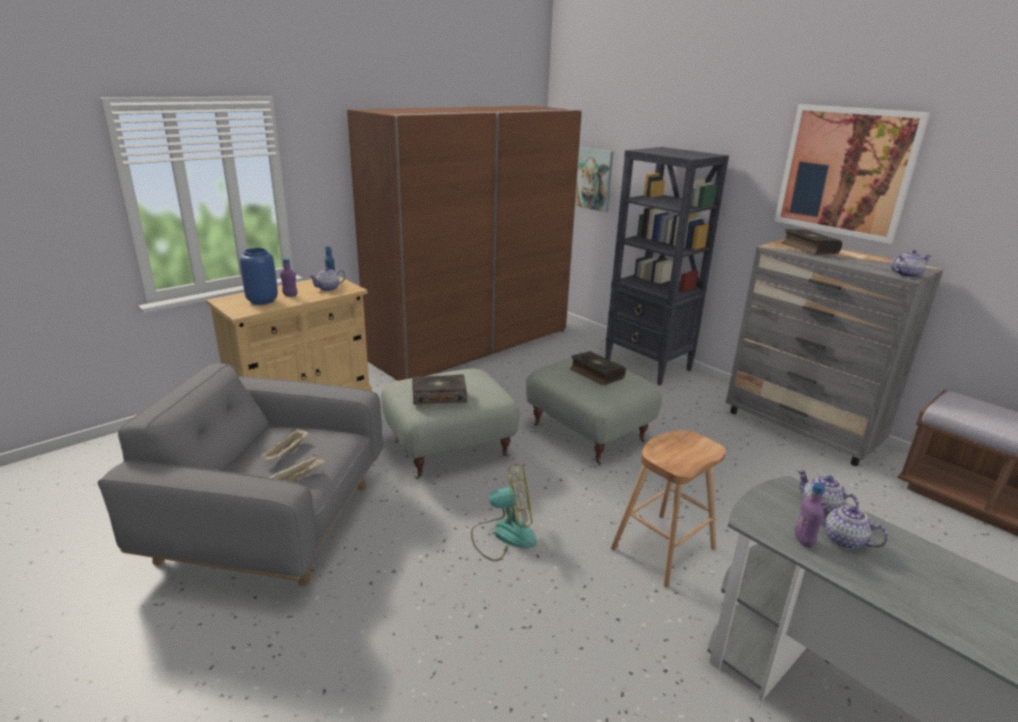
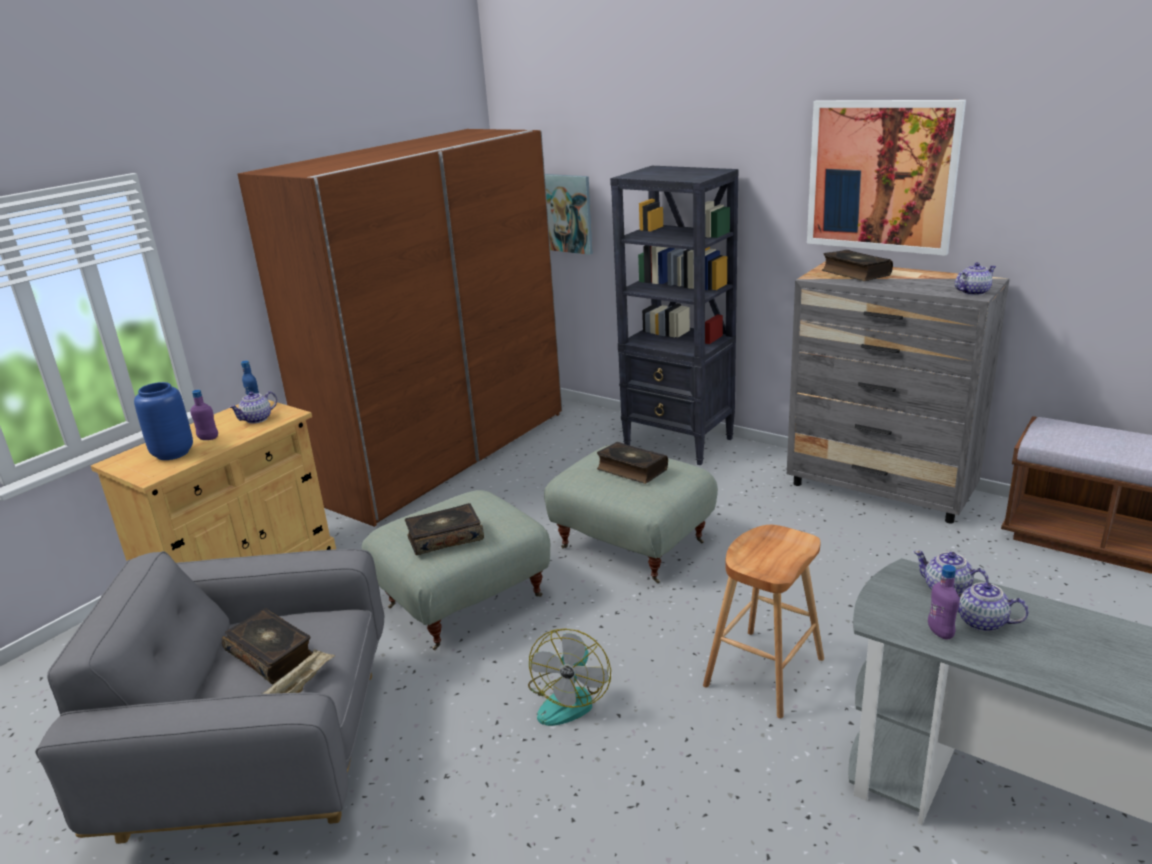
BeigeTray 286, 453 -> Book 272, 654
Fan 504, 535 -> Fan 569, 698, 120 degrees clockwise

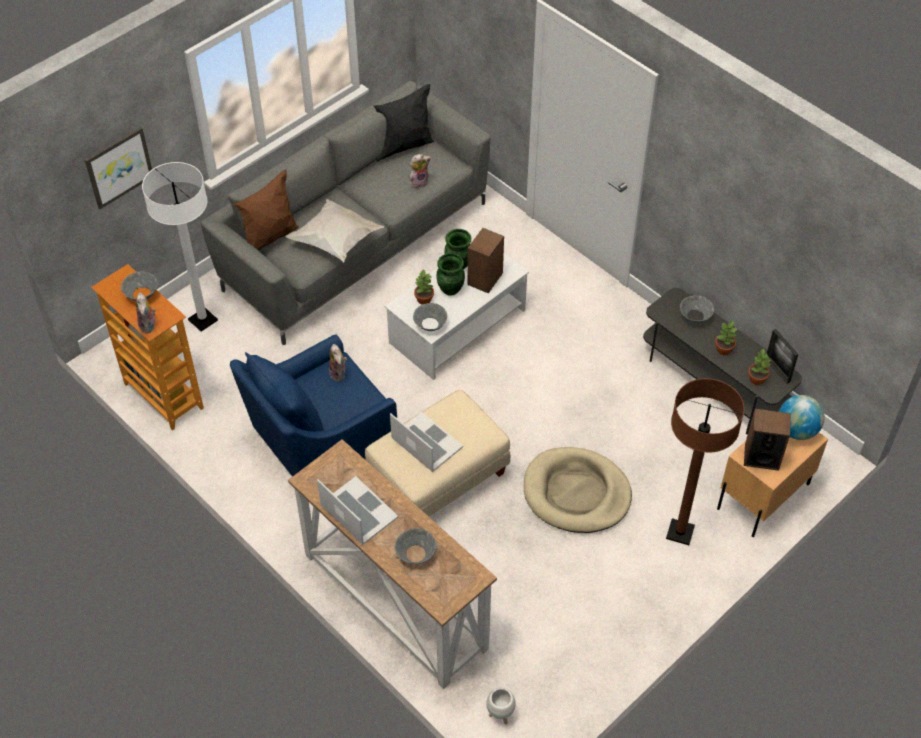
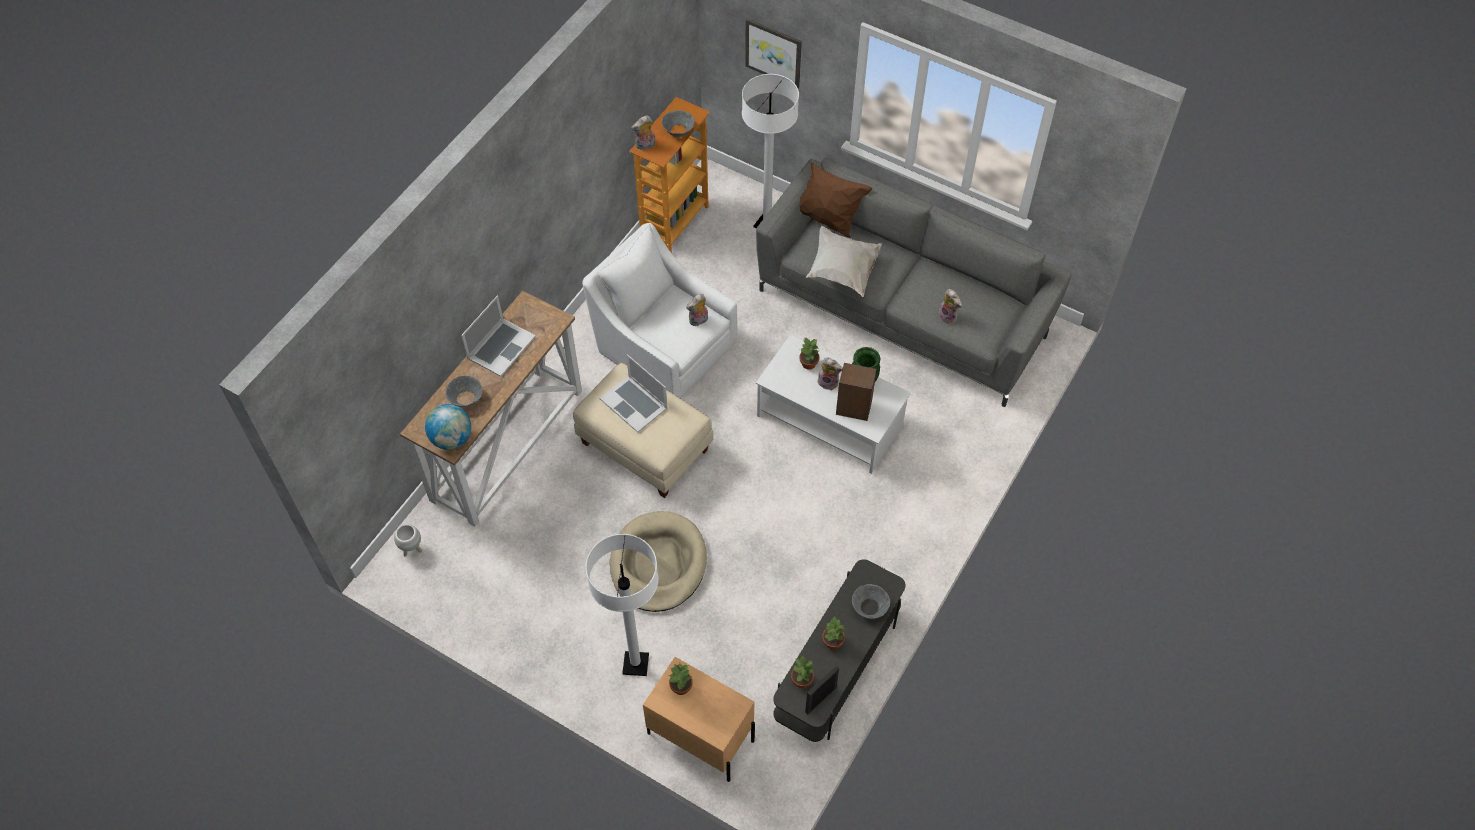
BlueArmchair 319, 438 -> WhiteArmchair 663, 345
BlackPillow 404, 147 -> none
Laptop 426, 442 -> Laptop 634, 403, 105 degrees clockwise
GreyBowl 430, 324 -> none
GreenVase 450, 289 -> PlushToy 829, 382
BrownFloorLamp 680, 532 -> WhiteFloorLamp 635, 664
Speaker 761, 457 -> PottedPlant 681, 687
Globe 797, 430 -> Globe 452, 439, moved

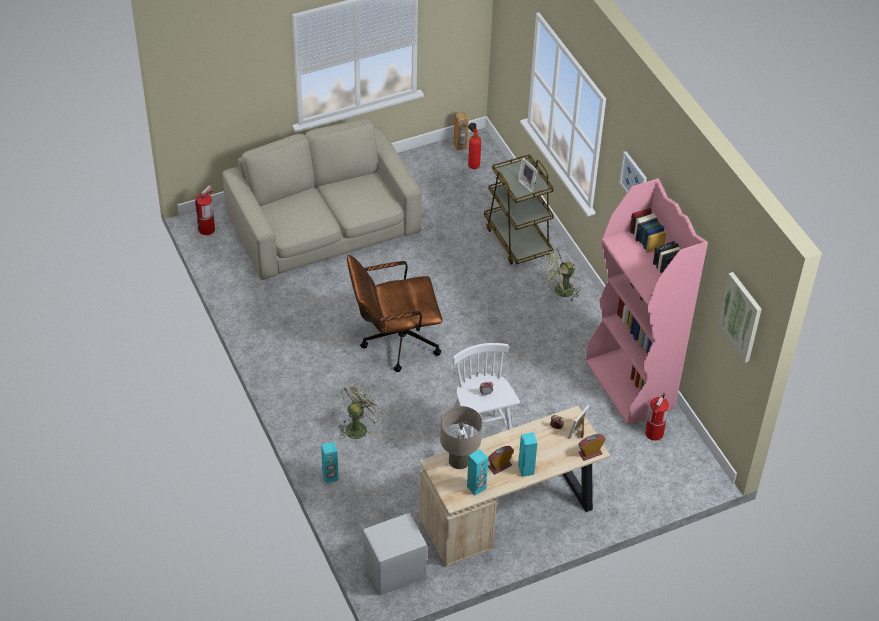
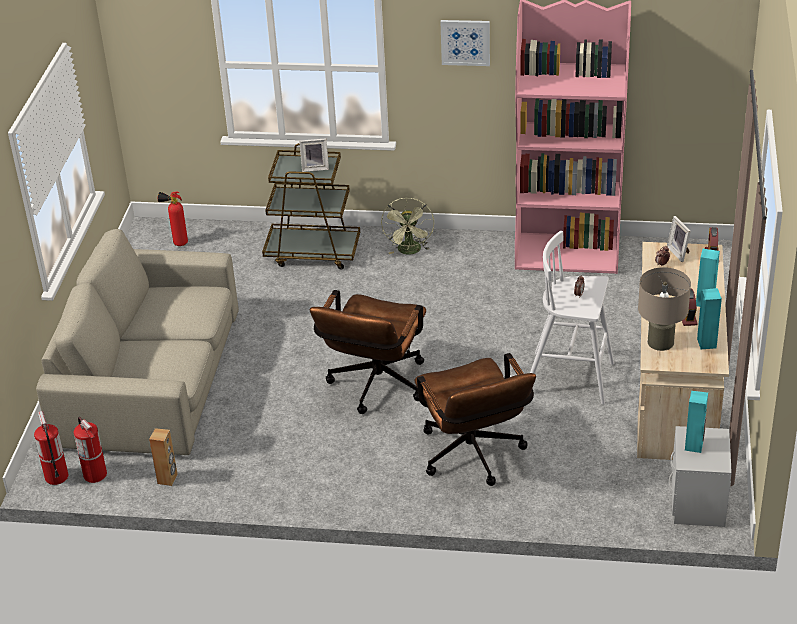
TurquoiseSpeaker 330, 477 -> TurquoiseSpeaker 694, 445, moved
GreenFan 358, 427 -> BrownOfficeChair 474, 458
BrownSpeaker 460, 146 -> BrownSpeaker 167, 479, moved
FireExtinguisher 654, 433 -> FireExtinguisher 95, 475, moved
Picture 741, 316 -> none

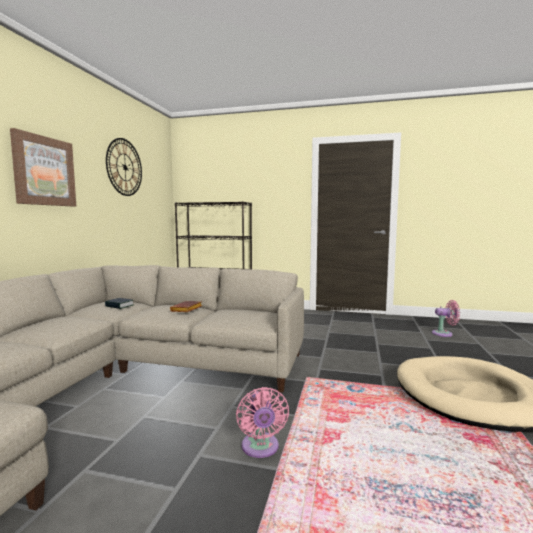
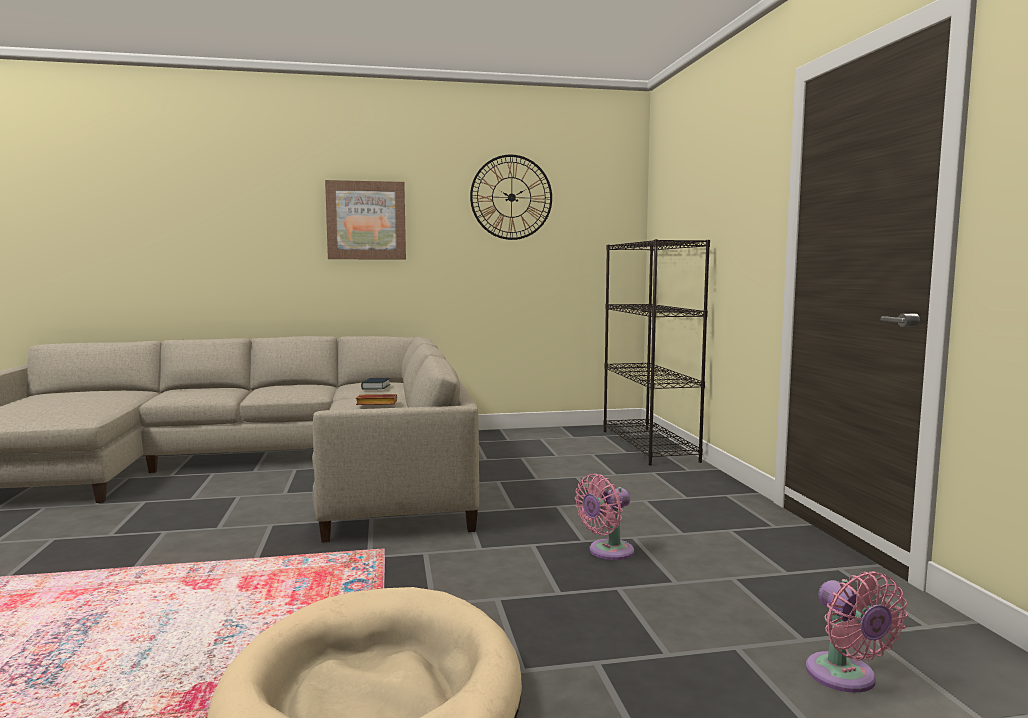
PinkFan 260, 448 -> PinkFan 607, 552, moved

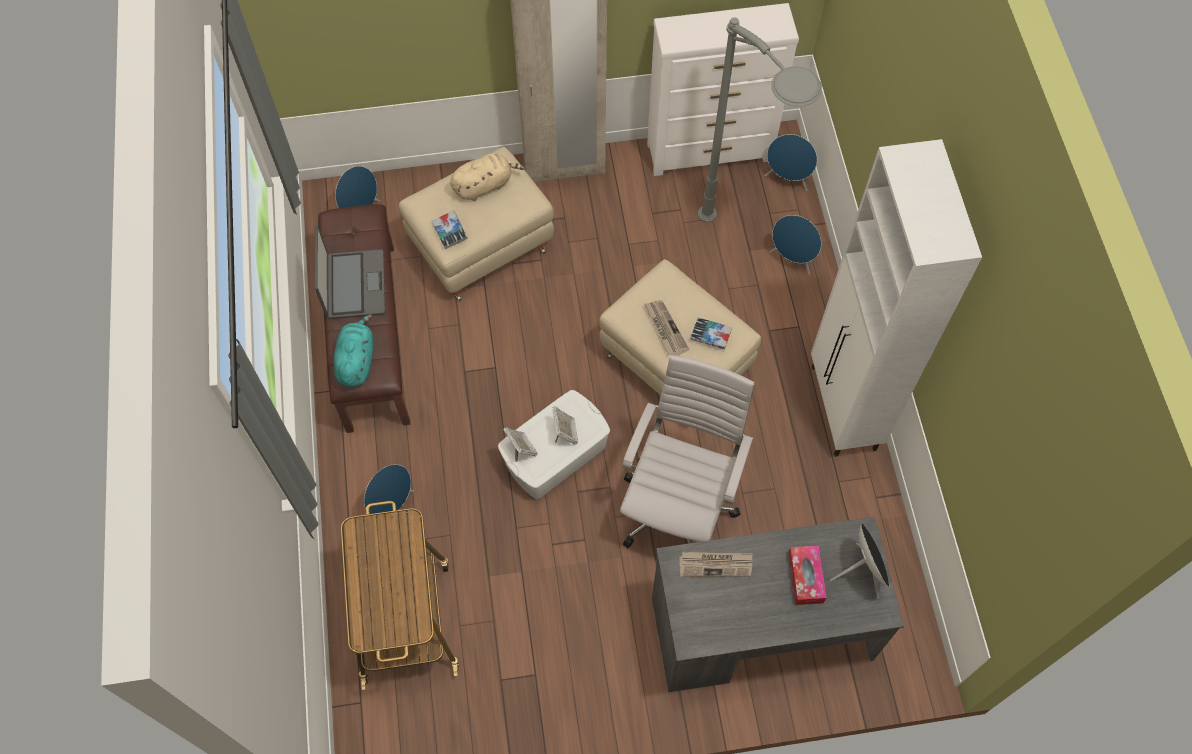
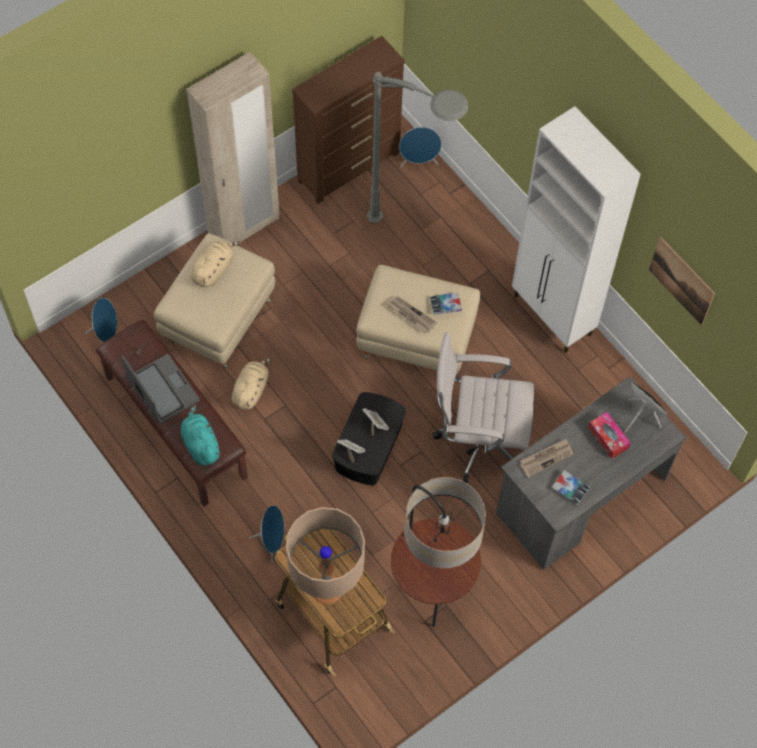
Book 449, 232 -> Book 570, 489, moved
WhiteStorageBox 554, 455 -> BlackStorageBox 368, 447
WhiteOfficeChair 678, 506 -> WhiteOfficeChair 477, 441, 75 degrees counterclockwise
WhiteDresser 710, 152 -> BrownDresser 349, 166
BlueSpeaker 792, 259 -> none
none -> BeigePlushToy 251, 389
none -> BeigeTableLamp 327, 589
none -> FloorLamp 431, 590
none -> Picture 681, 281

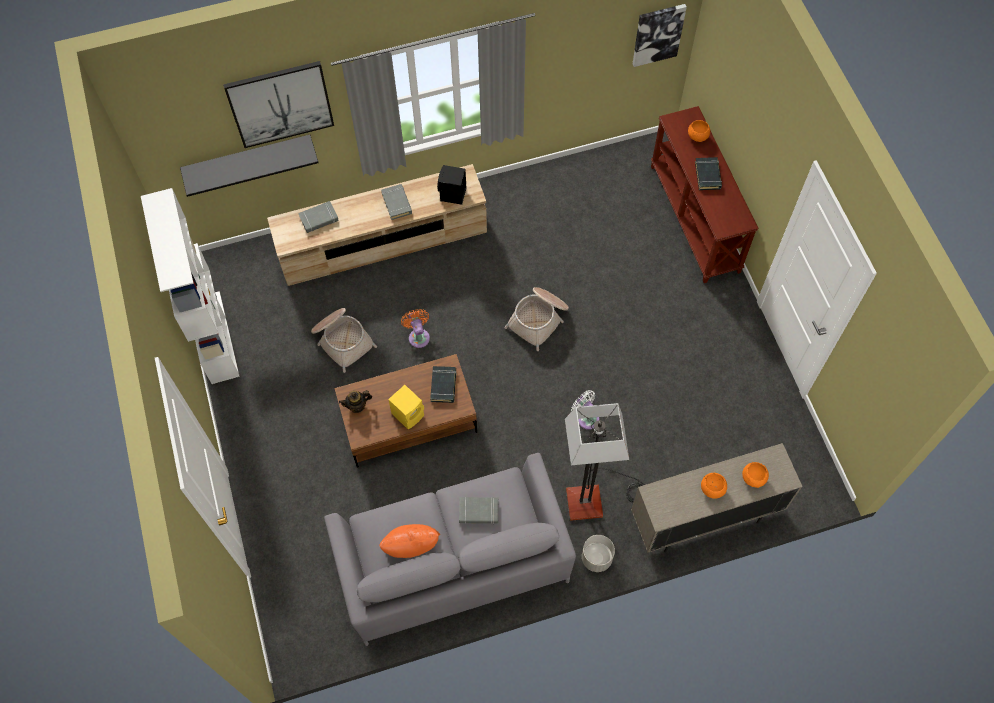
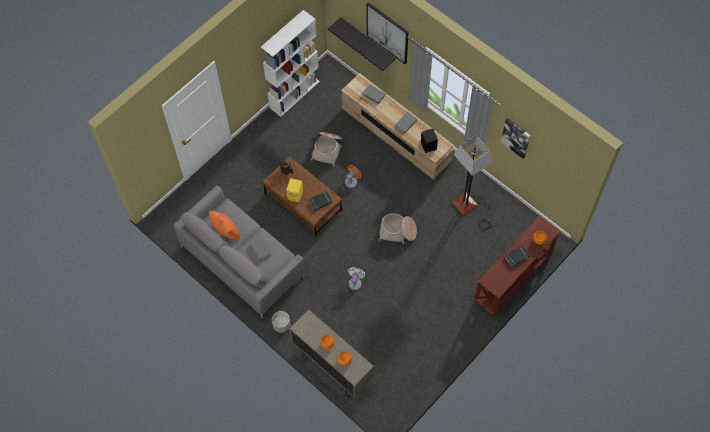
FloorLamp 595, 498 -> FloorLamp 470, 208, moved
Picture 658, 34 -> Picture 516, 137, moved

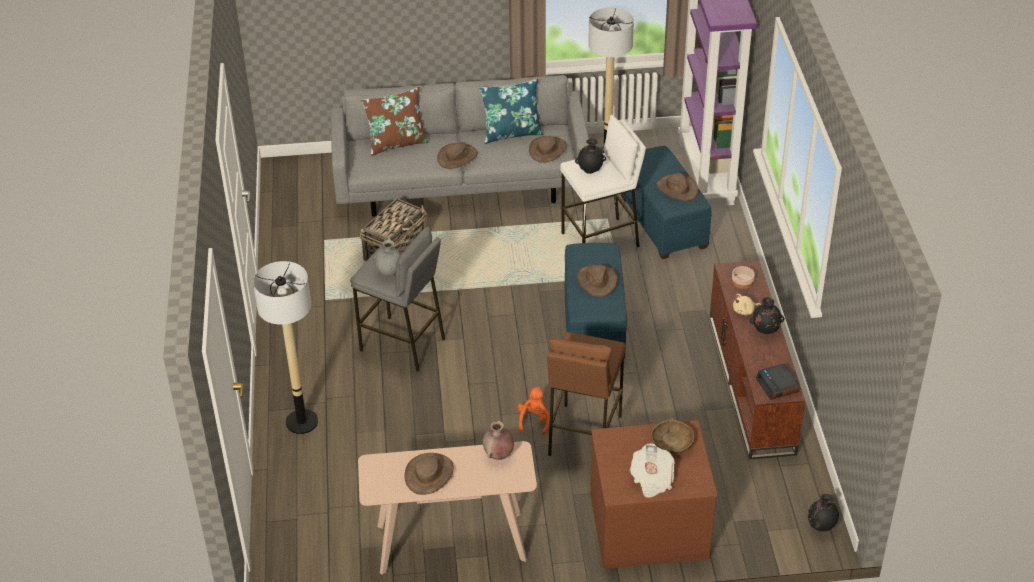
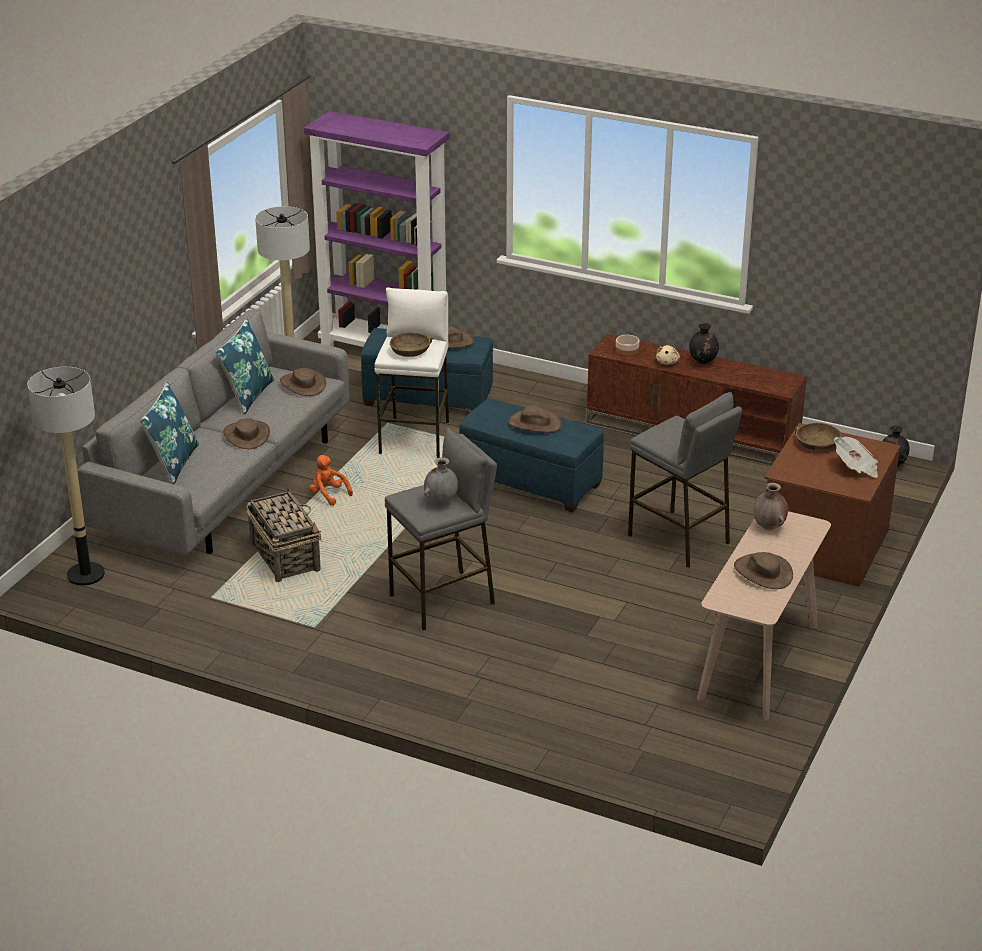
FloorLamp 302, 422 -> FloorLamp 85, 574, moved
BrownPillow 396, 143 -> BluePillow 173, 463
OrangePlushToy 534, 421 -> OrangePlushToy 328, 495, moved
BrownStool 583, 435 -> GreyStool 679, 539
BlackVase 590, 171 -> BrownBowl 410, 350
AlarmClock 778, 385 -> none

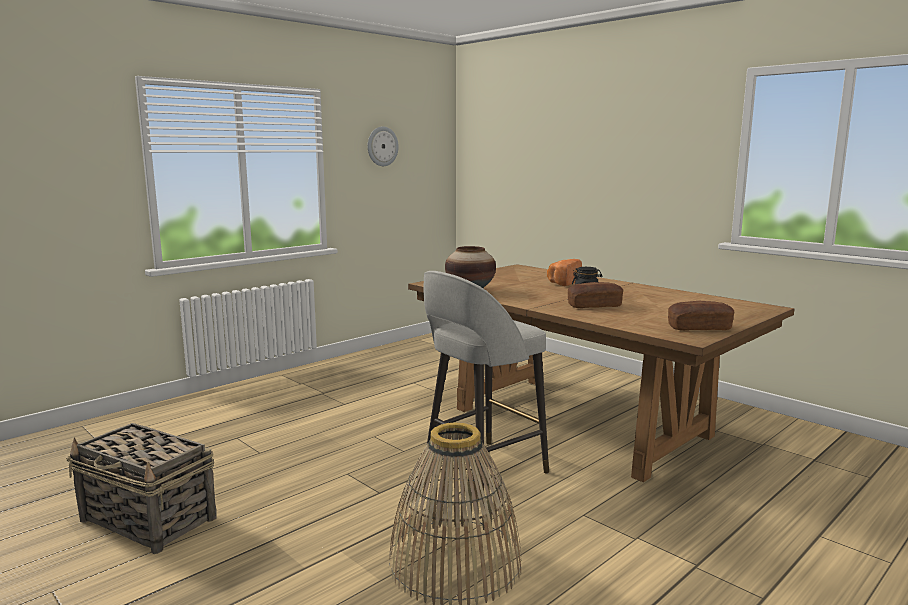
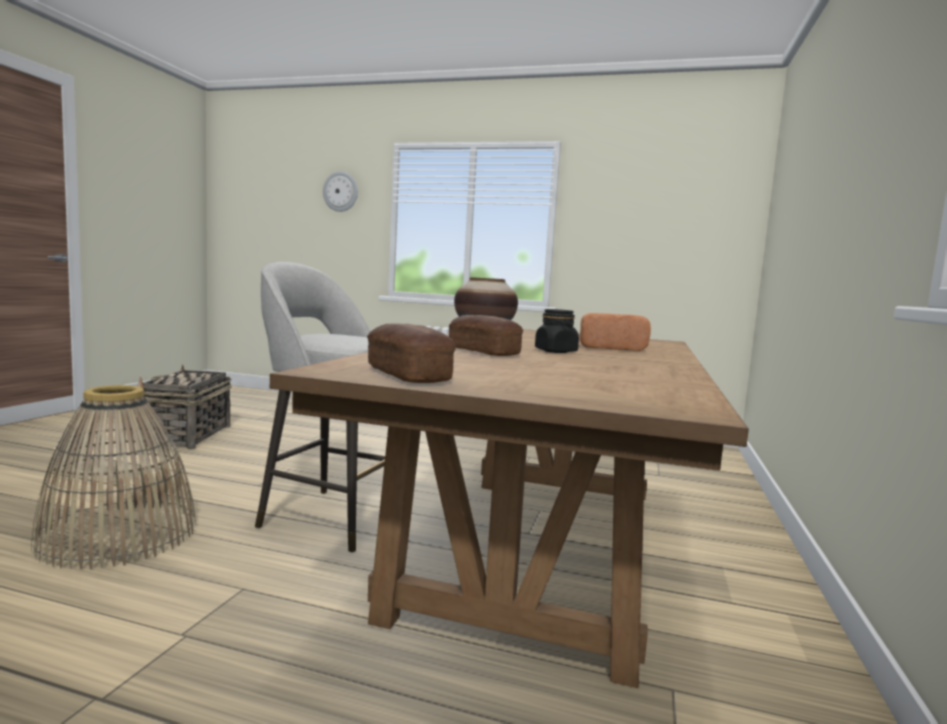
WallClock 382, 146 -> WallClock 341, 191, moved

